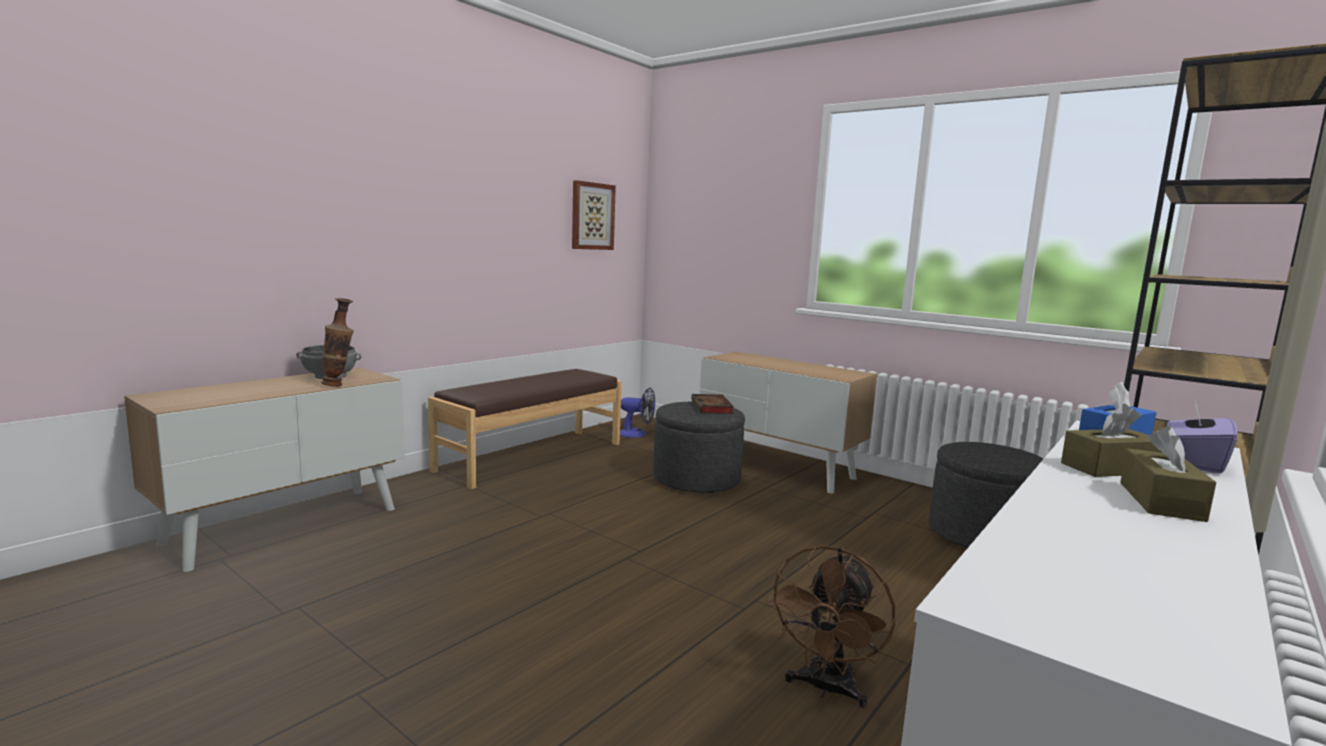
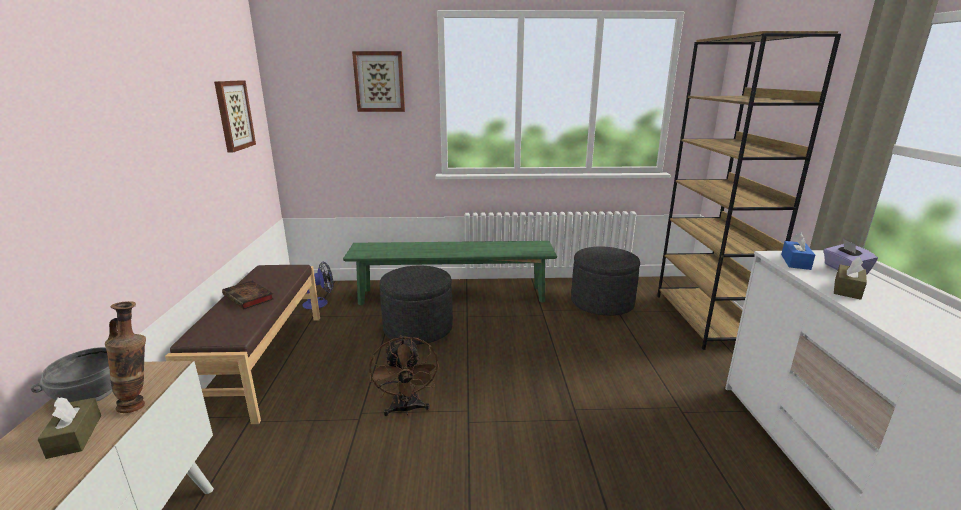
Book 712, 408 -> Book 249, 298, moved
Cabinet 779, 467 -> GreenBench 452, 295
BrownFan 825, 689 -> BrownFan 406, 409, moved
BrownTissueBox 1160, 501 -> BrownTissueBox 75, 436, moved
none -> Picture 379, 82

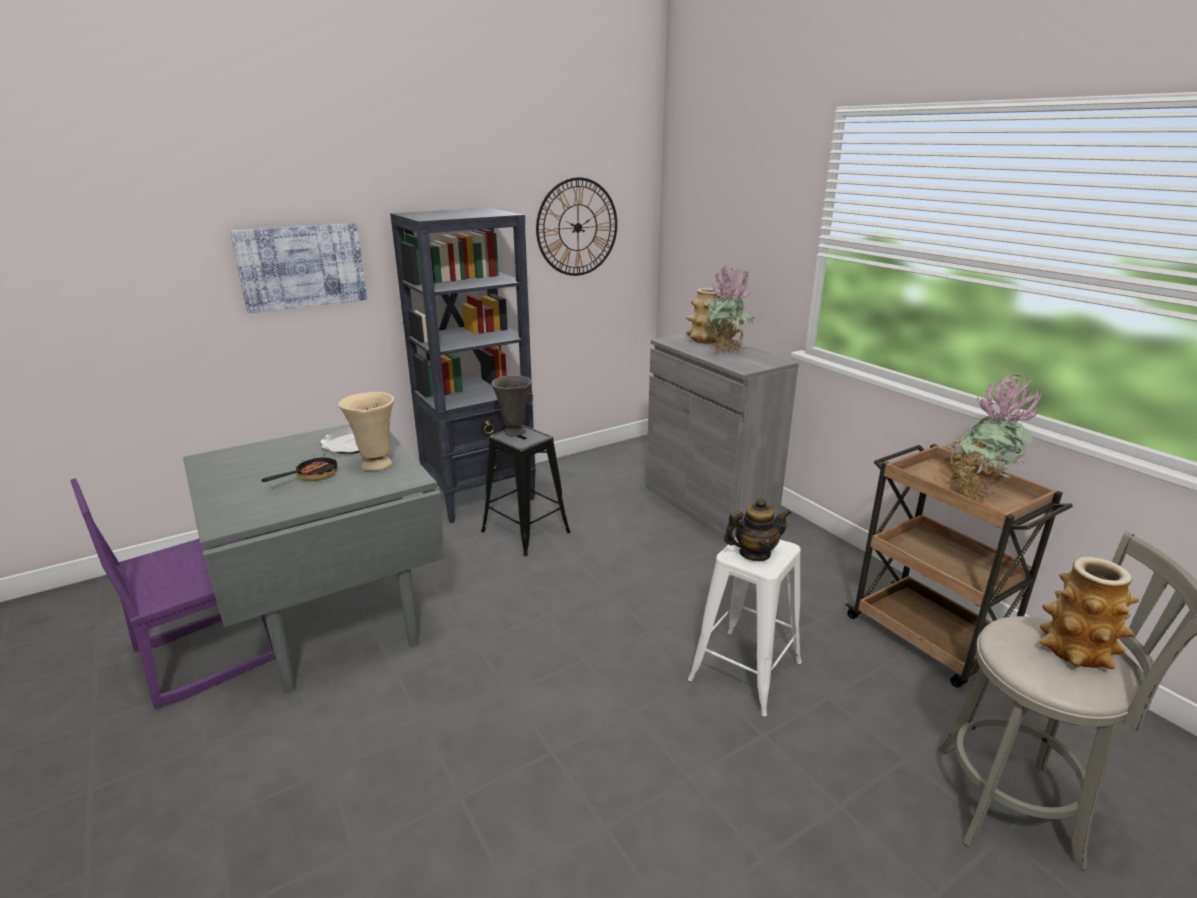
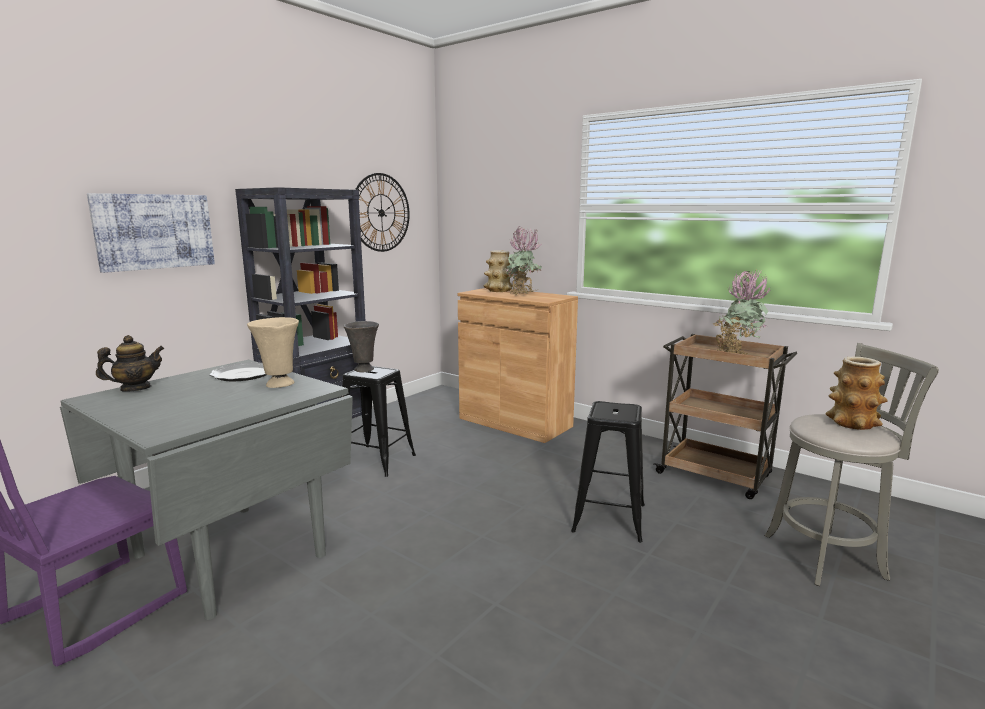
FryingPan 311, 476 -> none
GreyCabinet 709, 504 -> BrownCabinet 515, 422
WhiteStool 745, 670 -> BlackStool 609, 517
Teapot 754, 553 -> Teapot 135, 388, moved

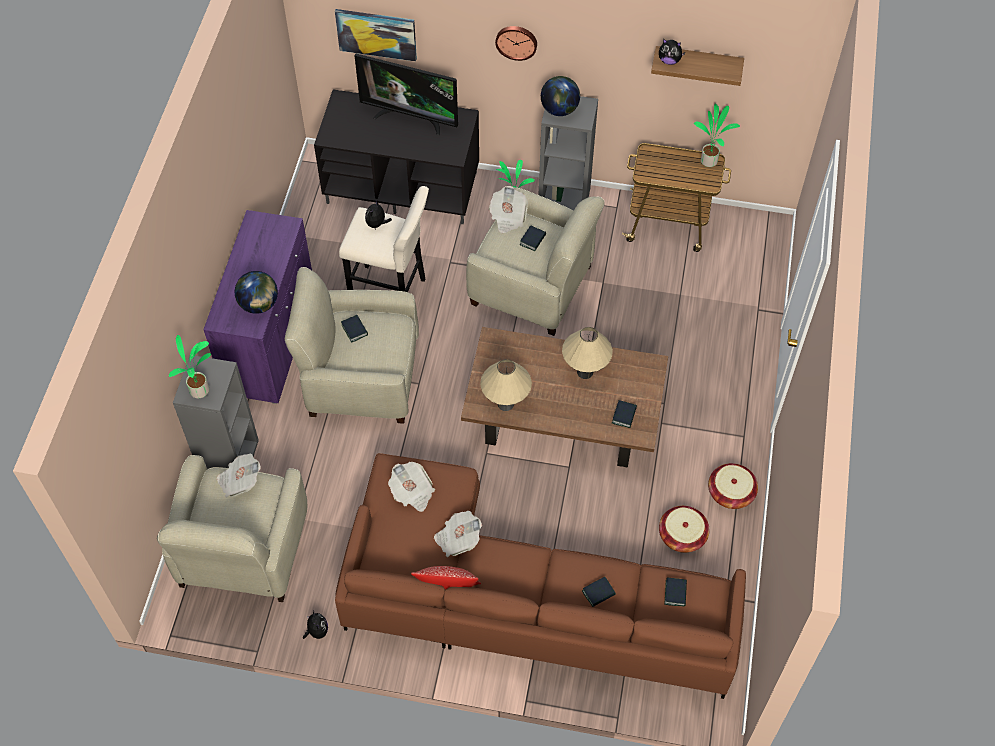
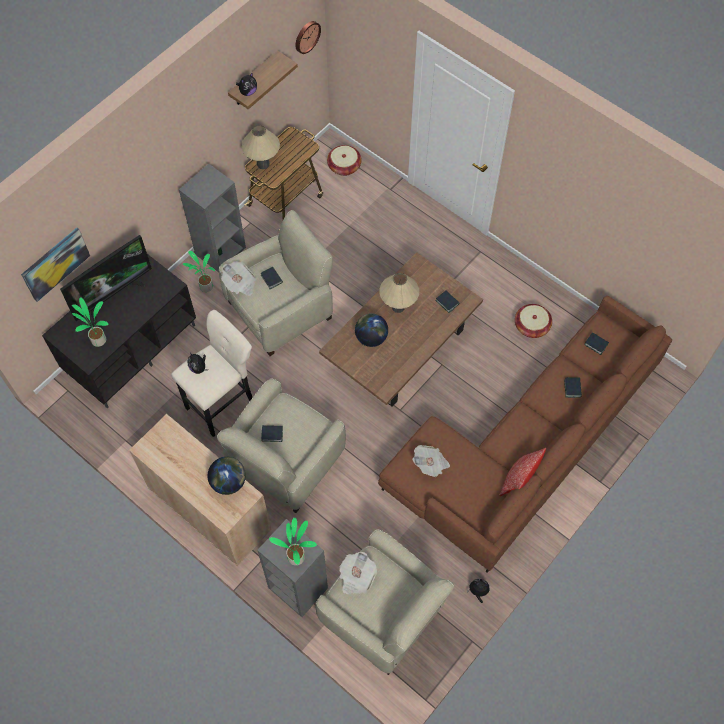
PurpleCabinet 271, 341 -> BeigeCabinet 209, 509
Newspaper 457, 539 -> none
BeigeTableLamp 505, 403 -> BeigeTableLamp 263, 164, moved
WallClock 516, 41 -> WallClock 306, 36, moved
Globe 559, 109 -> Globe 371, 337, moved
PottedPlant 710, 160 -> PottedPlant 98, 339, moved
Basket 731, 493 -> Basket 344, 166, moved

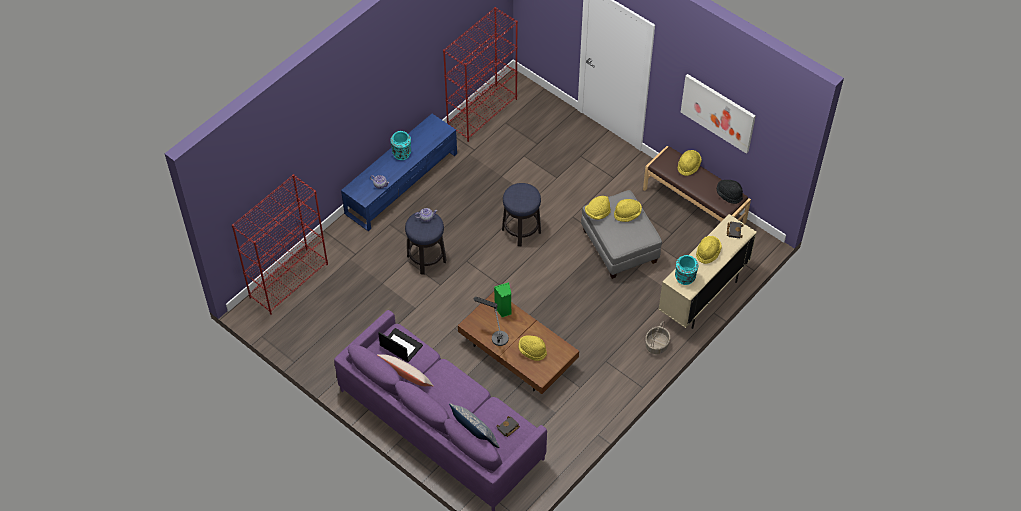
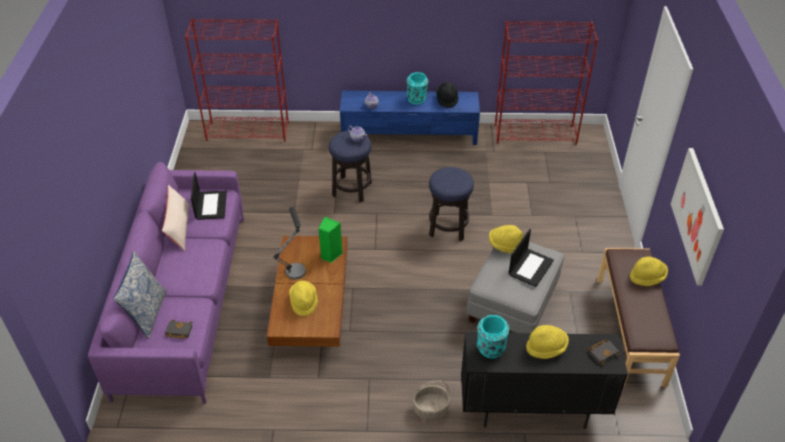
YellowHat 627, 214 -> Laptop 530, 267
BeigeCabinet 702, 297 -> BlackCabinet 532, 410
BlackHat 729, 195 -> BlackHat 447, 100, moved

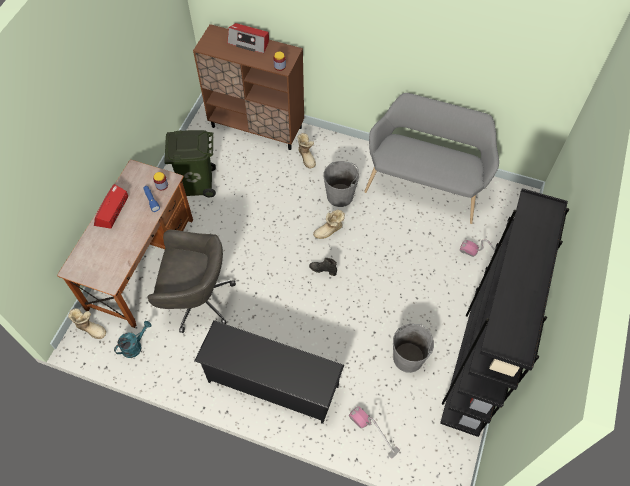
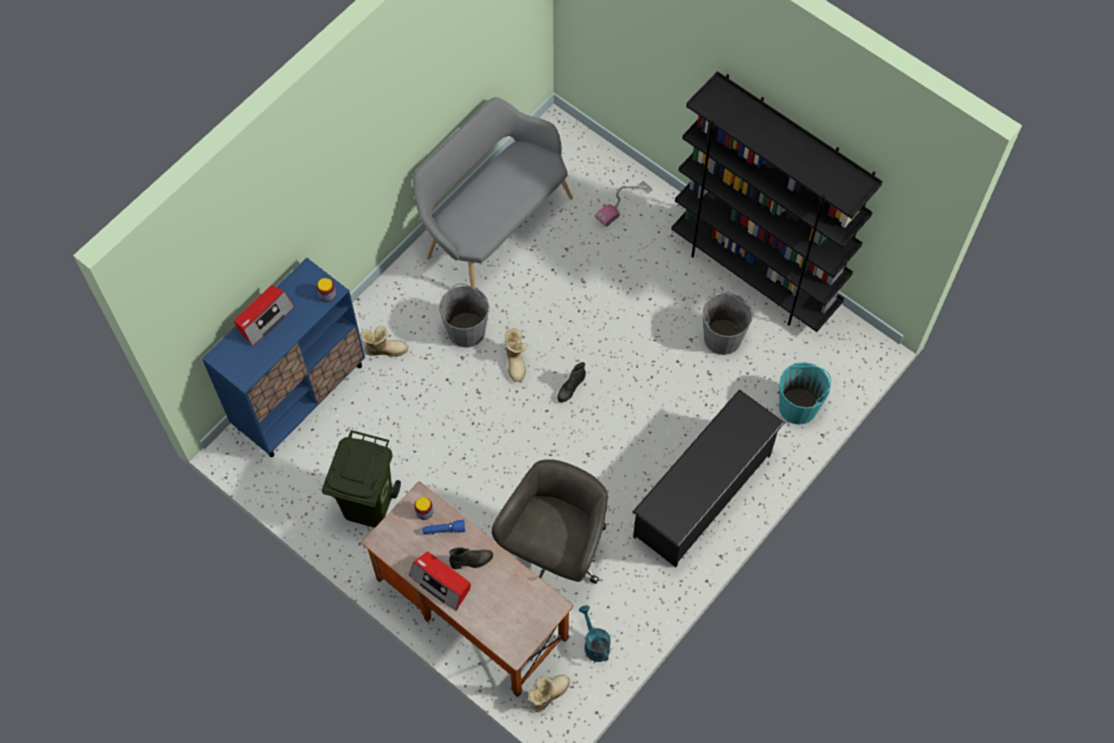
BrownCabinet 257, 127 -> BlueCabinet 300, 396
VacuumCleaner 373, 433 -> TurquoiseBucket 798, 406
none -> BlackBoot 472, 561

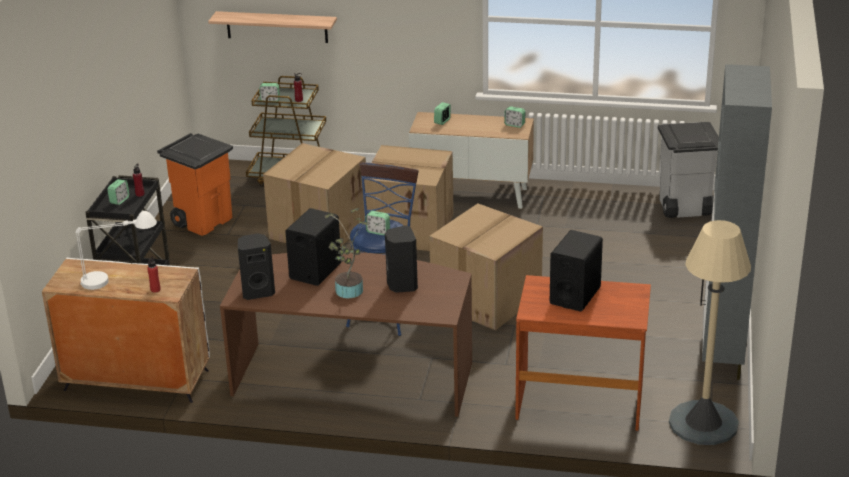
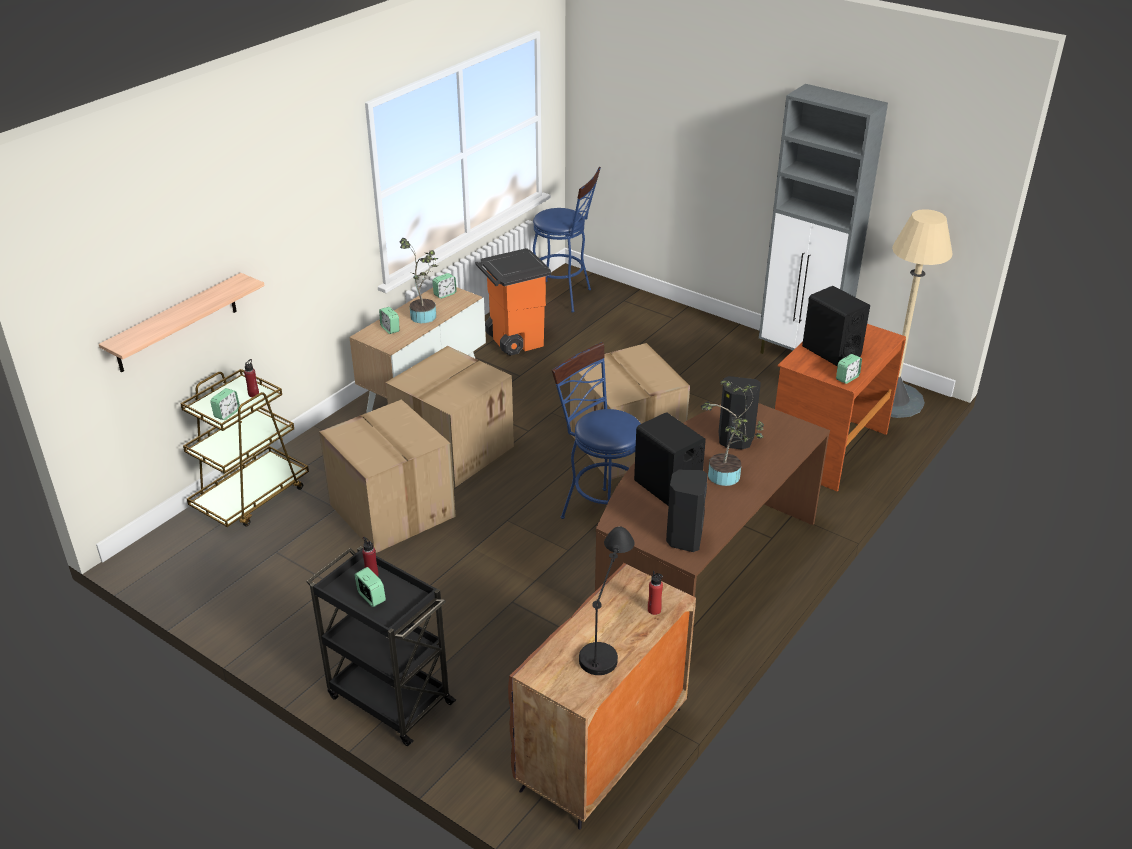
WhiteCabinet 135, 380 -> BrownCabinet 602, 750
WhiteTableLamp 119, 279 -> BlackTableLamp 606, 636
OrangeTrashCan 203, 221 -> OrangeTrashCan 514, 341, moved
AlarmClock 378, 231 -> AlarmClock 847, 378, moved
GreyTrashCan 684, 208 -> BlueStool 564, 297
none -> PottedPlant 425, 315

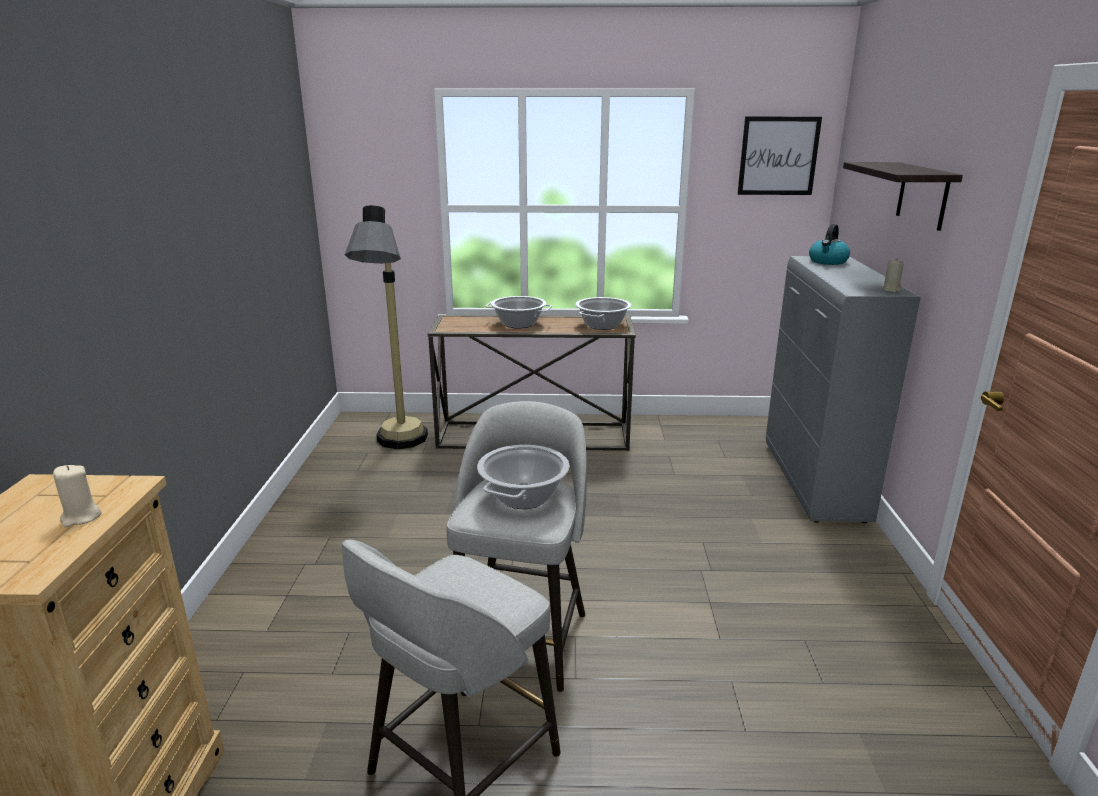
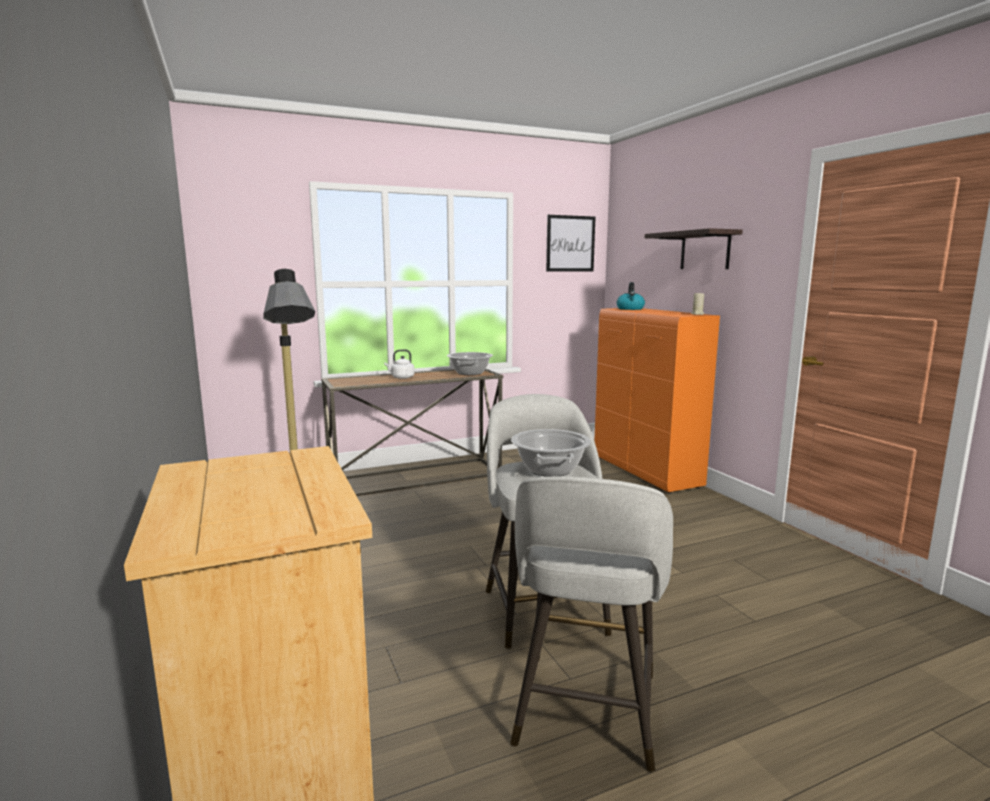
BeigeCandle 81, 517 -> none
CookingPot 518, 324 -> WhiteKettle 401, 377
GreyCabinet 815, 483 -> OrangeCabinet 646, 472

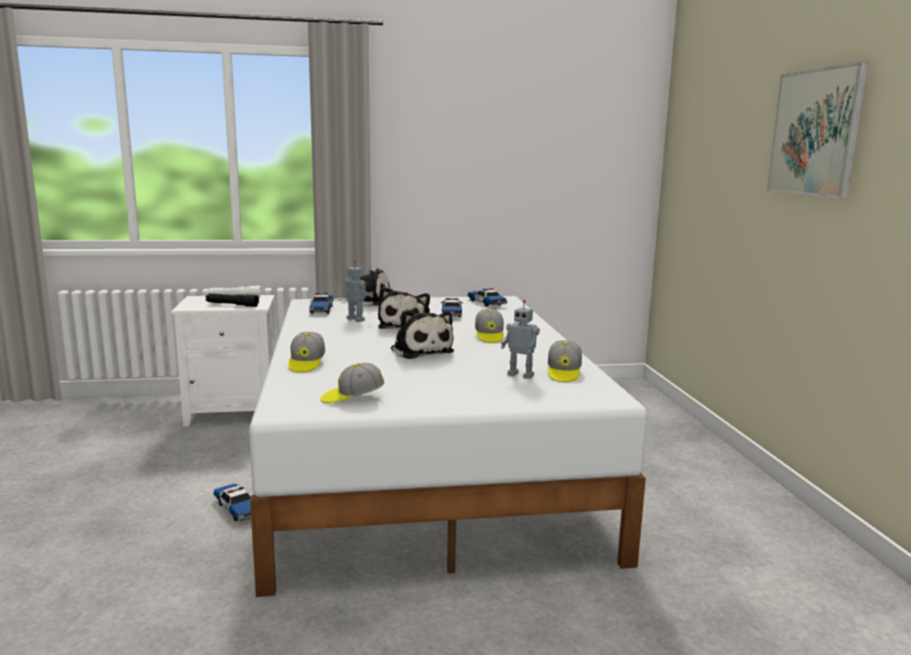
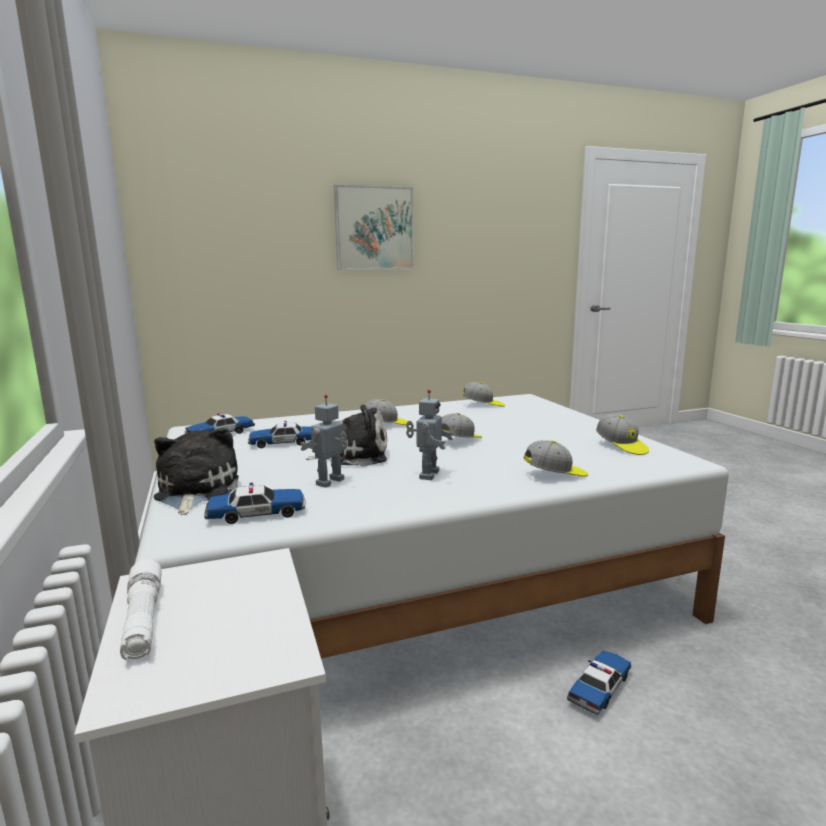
BlackFlashlight 232, 305 -> none
PlushToy 420, 351 -> Cap 460, 441
ToyRobot 521, 375 -> ToyRobot 427, 475, moved

